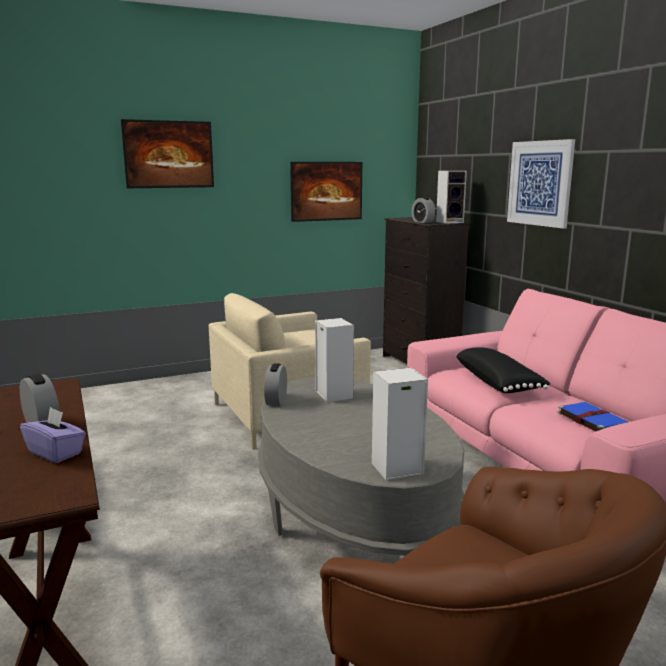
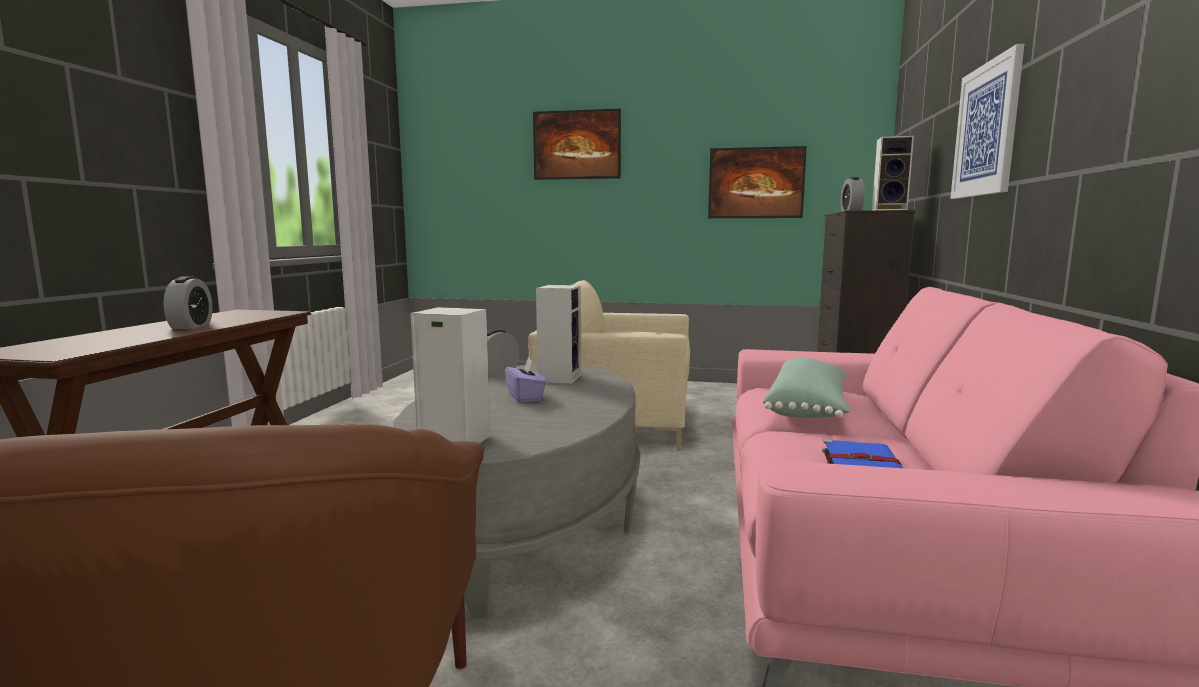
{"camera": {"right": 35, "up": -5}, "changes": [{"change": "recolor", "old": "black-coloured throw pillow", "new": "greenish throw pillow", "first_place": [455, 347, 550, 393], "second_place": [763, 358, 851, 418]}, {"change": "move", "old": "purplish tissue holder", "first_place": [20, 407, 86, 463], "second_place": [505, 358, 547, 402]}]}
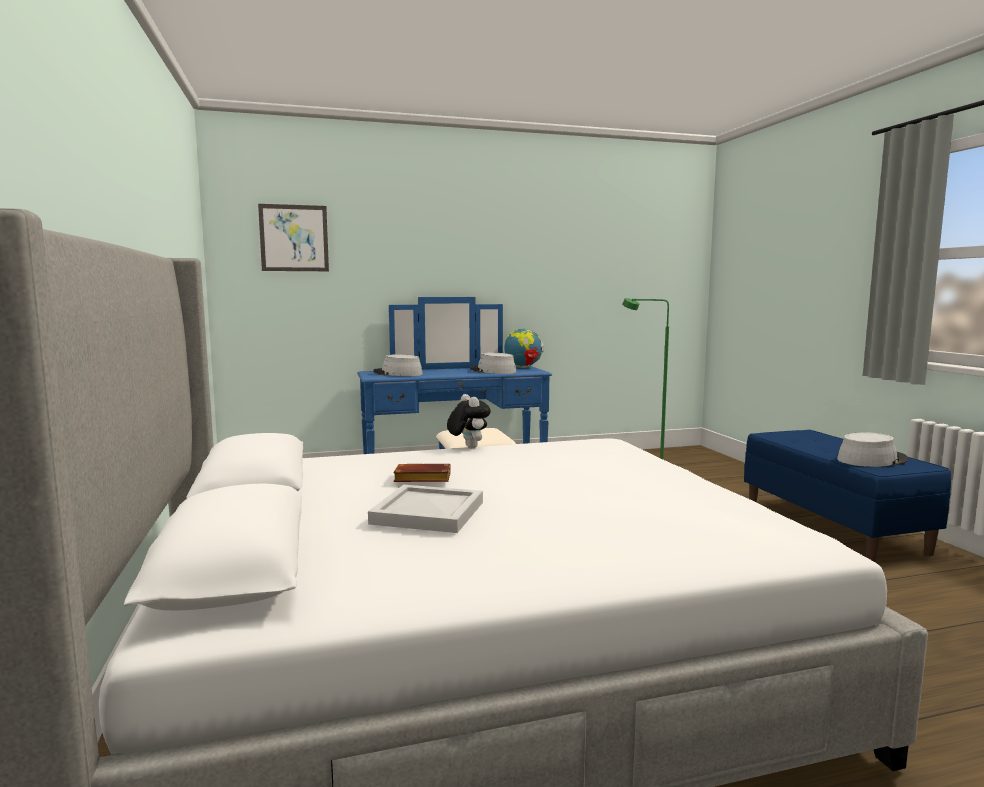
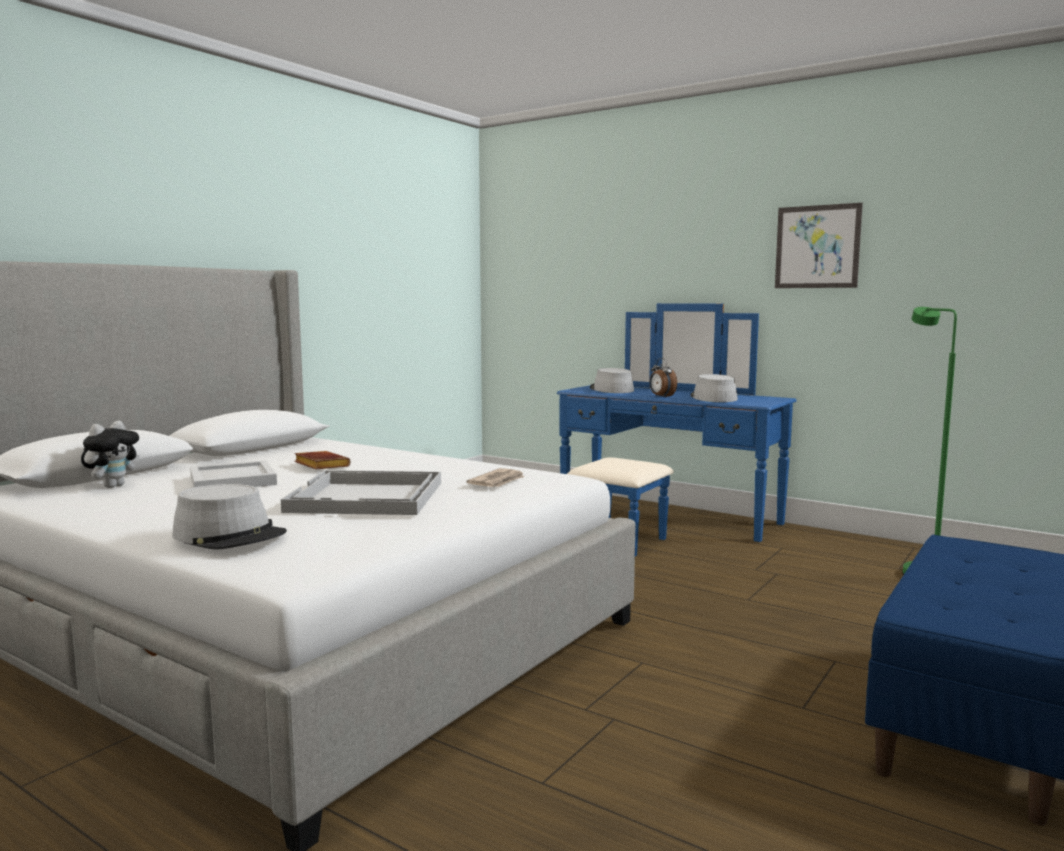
{"camera": {"right": 50, "up": 0}, "changes": [{"change": "move", "old": "picture", "first_place": [258, 204, 329, 271], "second_place": [775, 203, 863, 288]}, {"change": "delete", "old": "globe", "first_place": [504, 329, 544, 368]}, {"change": "move", "old": "cuddly toy", "first_place": [447, 394, 491, 448], "second_place": [81, 421, 140, 488]}, {"change": "move", "old": "gray hat", "first_place": [837, 432, 908, 467], "second_place": [172, 484, 287, 550]}, {"change": "insert", "new": "table clock", "second_place": [650, 358, 677, 398]}, {"change": "insert", "new": "daily paper", "second_place": [466, 468, 524, 487]}, {"change": "insert", "new": "white tray", "second_place": [281, 470, 441, 515]}]}
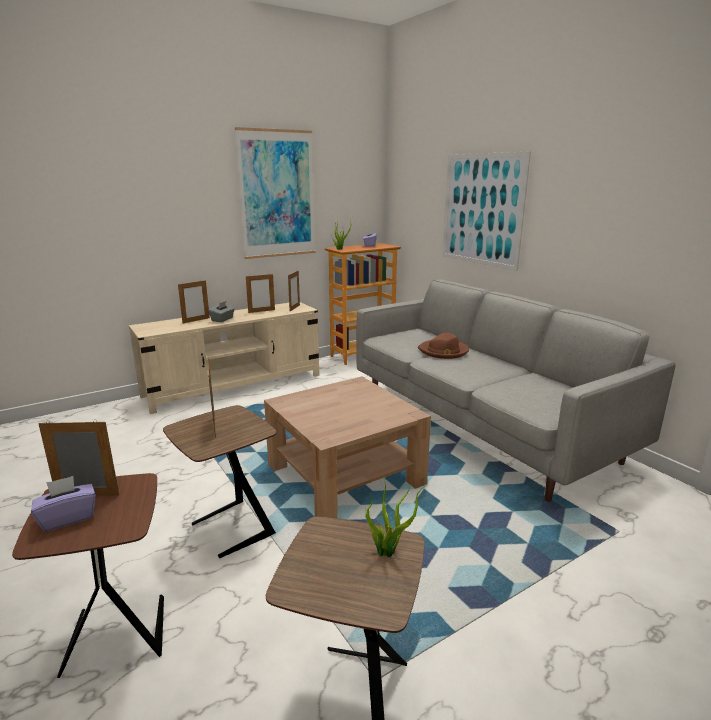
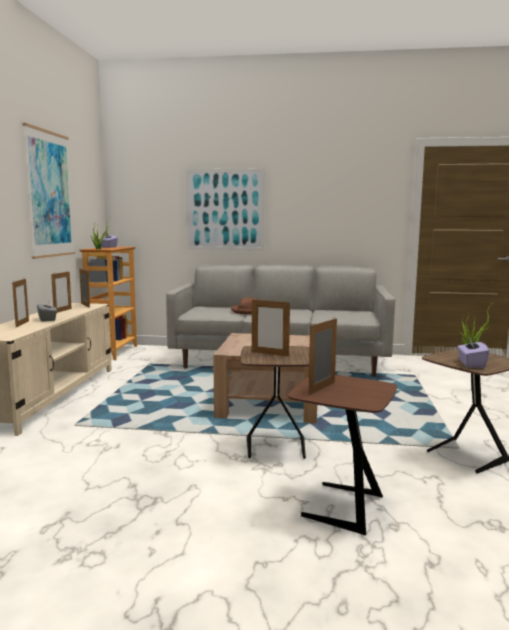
{"camera": {"right": -50, "up": -10}, "changes": [{"change": "move", "old": "purplish tissue holder", "first_place": [31, 476, 96, 532], "second_place": [457, 337, 490, 368]}]}
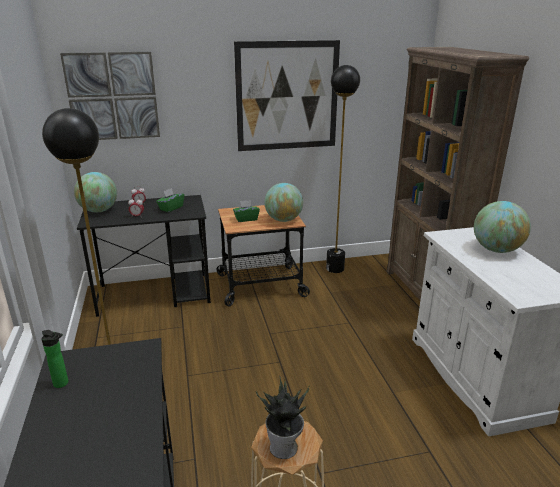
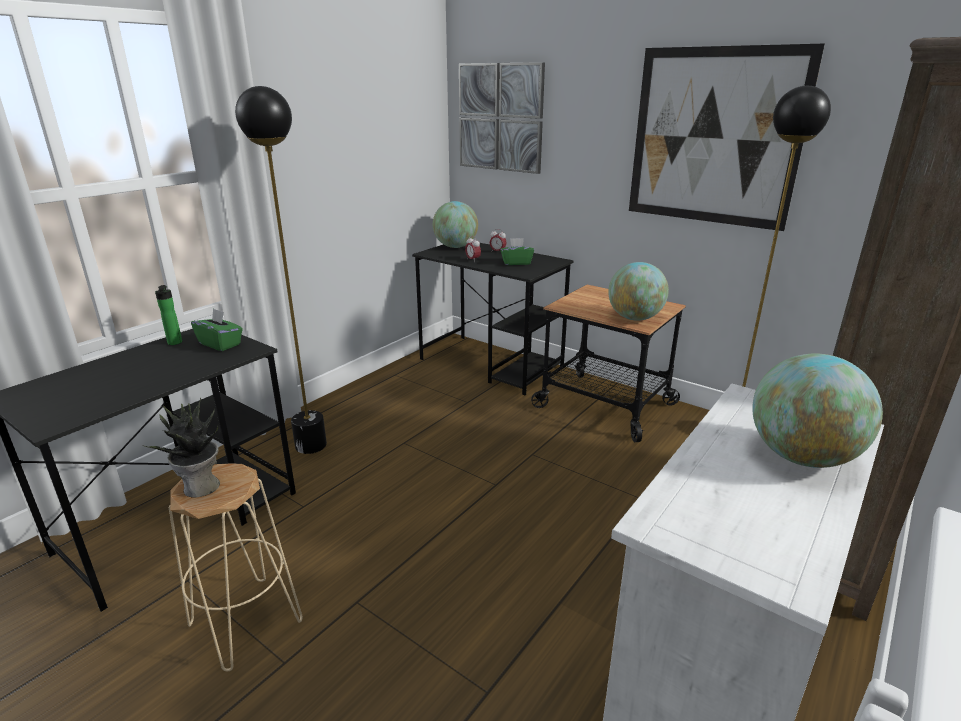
{"camera": {"right": 50, "up": 0}, "changes": [{"change": "move", "old": "greenish tissue holder", "first_place": [233, 200, 260, 222], "second_place": [191, 308, 243, 351]}]}
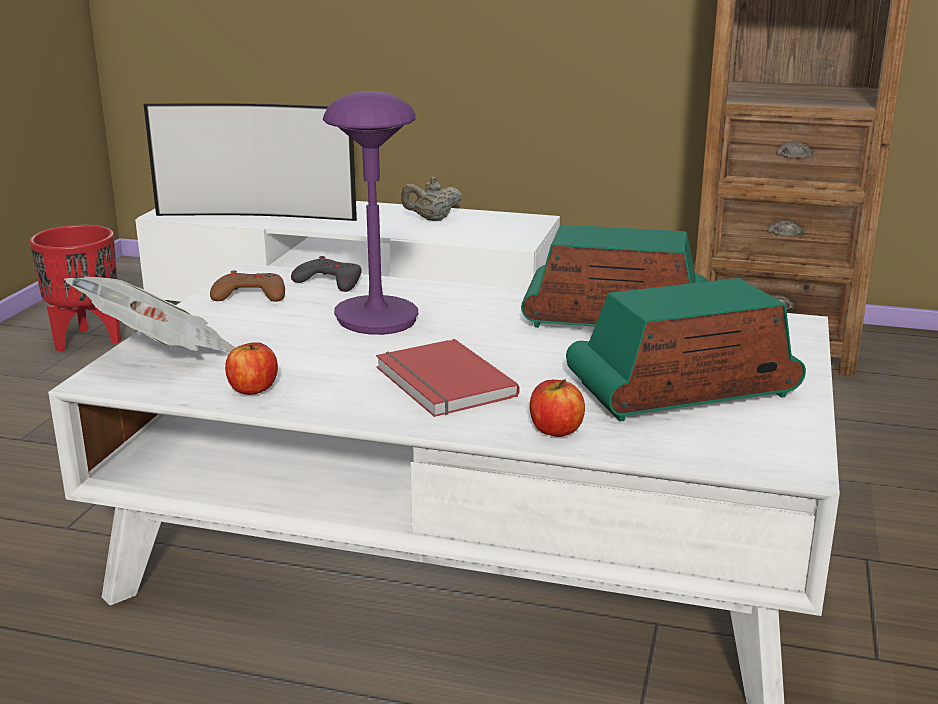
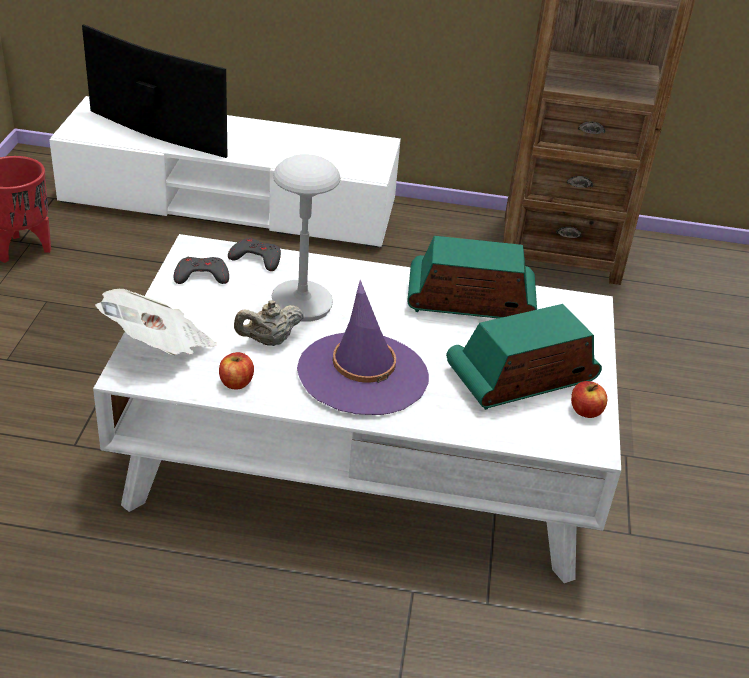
{"camera": {"right": -10, "up": 15}, "changes": [{"change": "recolor", "old": "purplish lamp for a table", "new": "gray lamp for a table", "first_place": [323, 91, 418, 335], "second_place": [272, 154, 341, 321]}, {"change": "rotate", "old": "TV", "first_place": [144, 103, 357, 221], "second_place": [82, 24, 227, 158], "degrees": -150}, {"change": "move", "old": "beige teapot", "first_place": [401, 177, 462, 221], "second_place": [234, 300, 304, 346]}, {"change": "recolor", "old": "brown joypad", "new": "gray joypad", "first_place": [210, 271, 285, 302], "second_place": [174, 257, 229, 284]}, {"change": "replace", "old": "red bound book", "new": "purplish hat", "first_place": [376, 339, 520, 417], "second_place": [297, 280, 429, 415]}, {"change": "move", "old": "whole apple", "first_place": [530, 379, 585, 437], "second_place": [571, 381, 607, 418]}]}
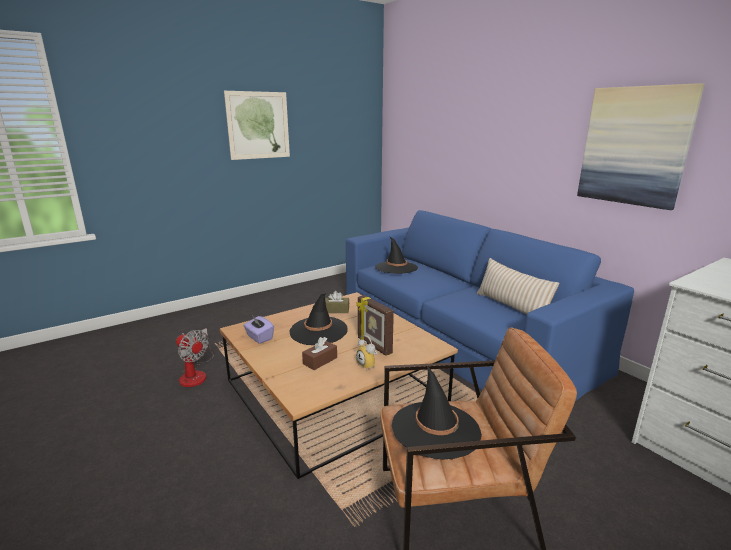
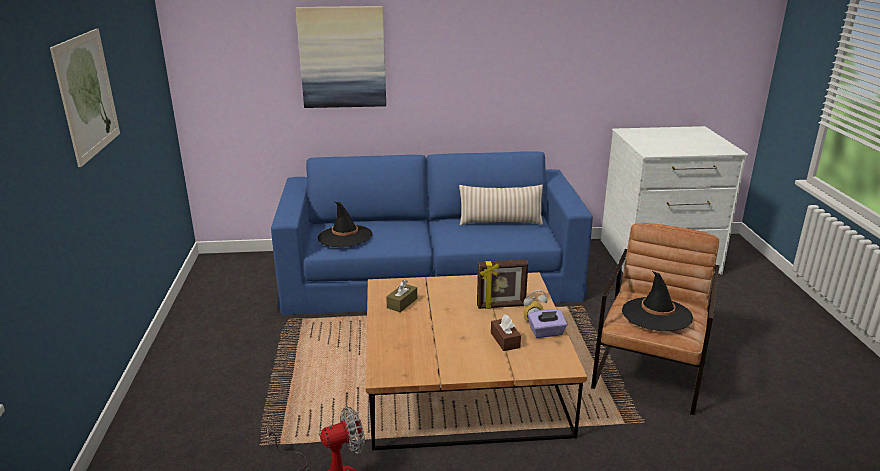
{"camera": {"right": -60, "up": 5}, "changes": [{"change": "move", "old": "picture", "first_place": [577, 83, 704, 210], "second_place": [296, 6, 386, 108]}, {"change": "delete", "old": "black-coloured hat", "first_place": [289, 293, 347, 345]}, {"change": "move", "old": "purplish tissue holder", "first_place": [243, 316, 274, 344], "second_place": [528, 309, 567, 338]}]}
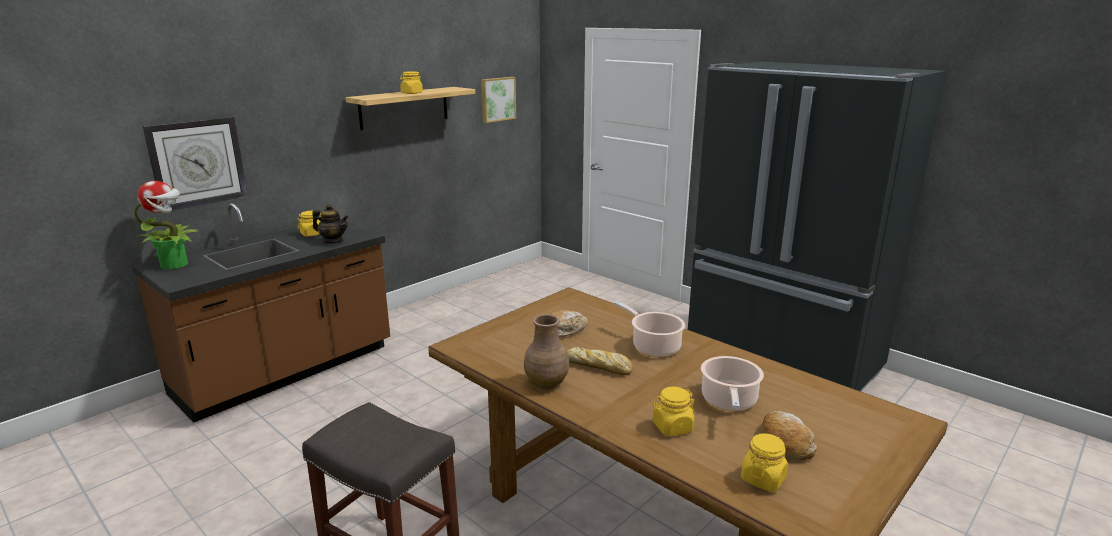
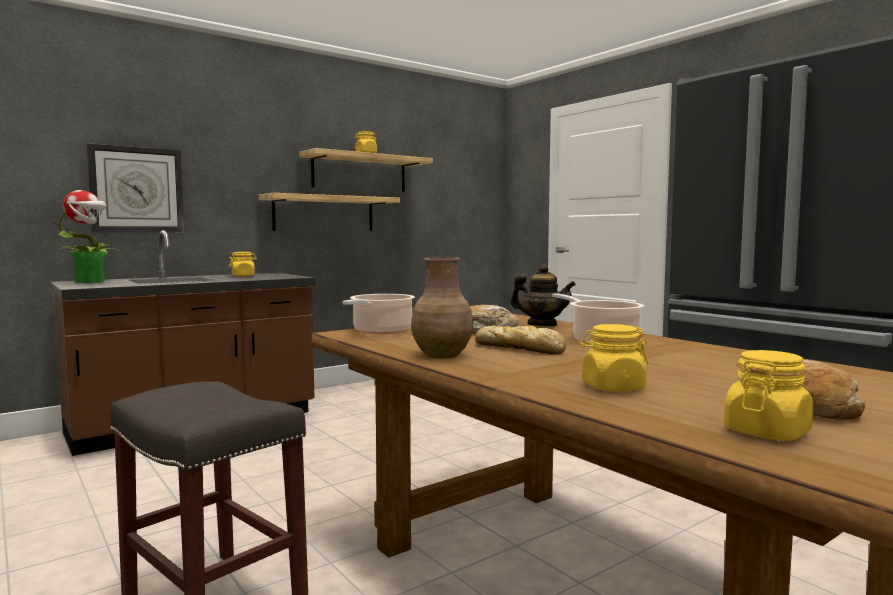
{"camera": {"right": 10, "up": -15}, "changes": [{"change": "delete", "old": "picture", "first_place": [481, 77, 516, 123]}, {"change": "move", "old": "teapot", "first_place": [312, 204, 349, 244], "second_place": [511, 264, 576, 326]}, {"change": "move", "old": "stockpot", "first_place": [701, 356, 764, 411], "second_place": [343, 294, 415, 334]}, {"change": "insert", "new": "bracket shelf", "second_place": [259, 193, 400, 231]}]}
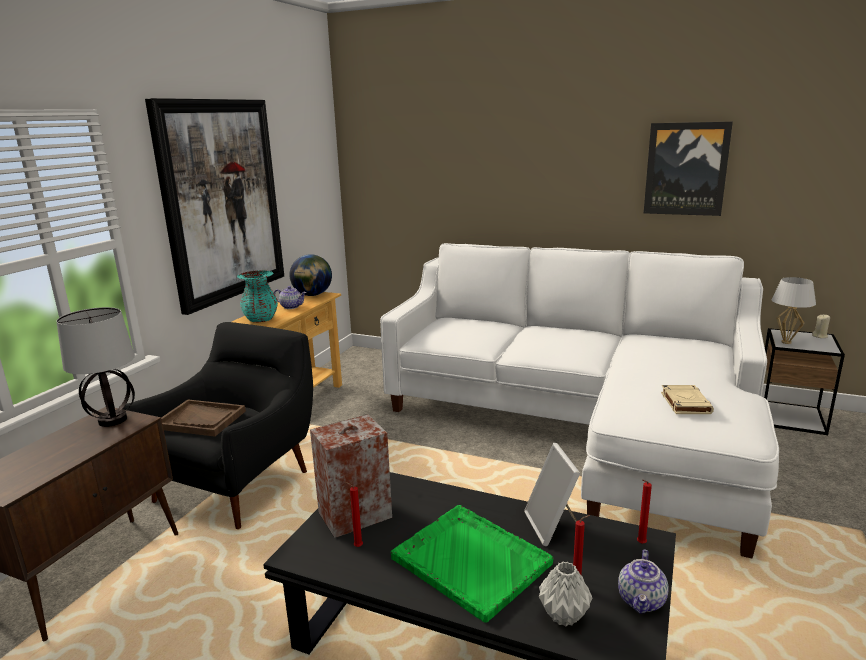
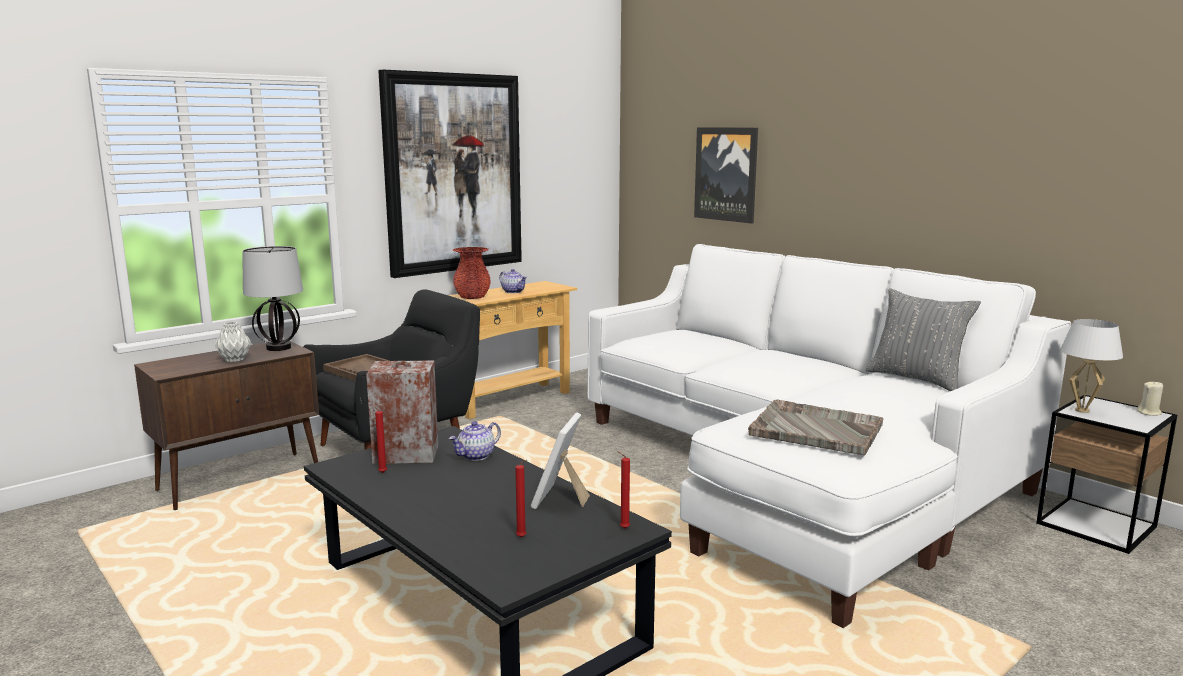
{"camera": {"right": 25, "up": -5}, "changes": [{"change": "move", "old": "picture", "first_place": [644, 122, 733, 216], "second_place": [694, 127, 758, 223]}, {"change": "delete", "old": "globe", "first_place": [290, 254, 332, 296]}, {"change": "recolor", "old": "turquoise vase", "new": "red vase", "first_place": [237, 270, 278, 322], "second_place": [453, 247, 491, 299]}, {"change": "replace", "old": "beige bound book", "new": "gray tray", "first_place": [661, 385, 714, 414], "second_place": [748, 399, 883, 455]}, {"change": "delete", "old": "greenish tray", "first_place": [391, 505, 554, 623]}, {"change": "move", "old": "teapot", "first_place": [618, 549, 668, 614], "second_place": [449, 421, 501, 461]}, {"change": "move", "old": "gray vase", "first_place": [539, 562, 592, 626], "second_place": [215, 322, 251, 362]}, {"change": "insert", "new": "gray throw pillow", "second_place": [866, 288, 981, 391]}]}
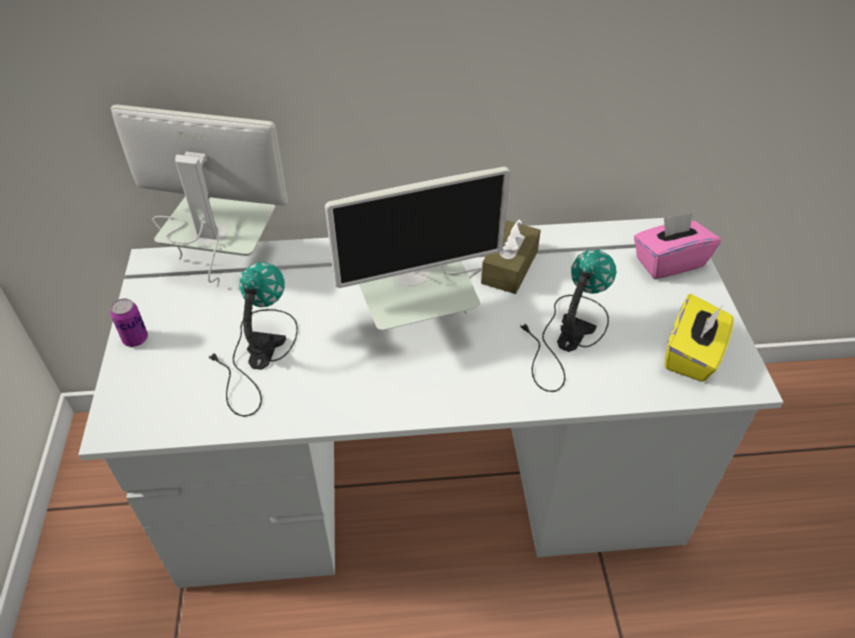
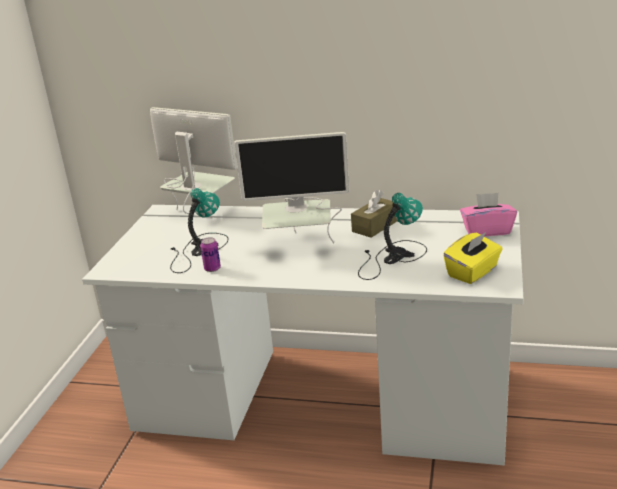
{"camera": {"right": 20, "up": -20}, "changes": [{"change": "move", "old": "can", "first_place": [110, 298, 148, 347], "second_place": [200, 237, 221, 272]}]}
